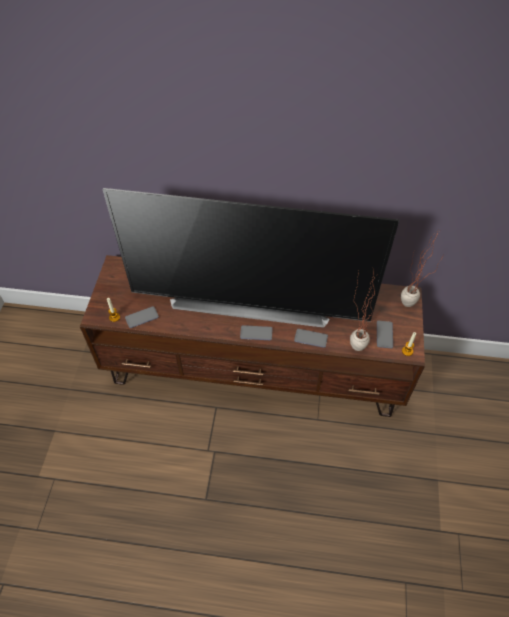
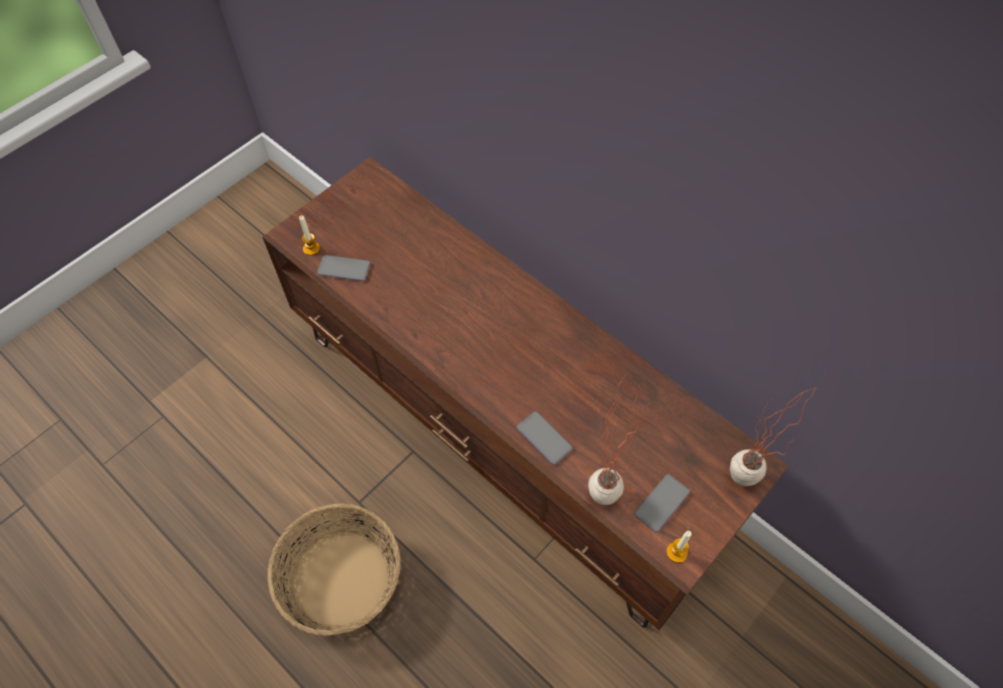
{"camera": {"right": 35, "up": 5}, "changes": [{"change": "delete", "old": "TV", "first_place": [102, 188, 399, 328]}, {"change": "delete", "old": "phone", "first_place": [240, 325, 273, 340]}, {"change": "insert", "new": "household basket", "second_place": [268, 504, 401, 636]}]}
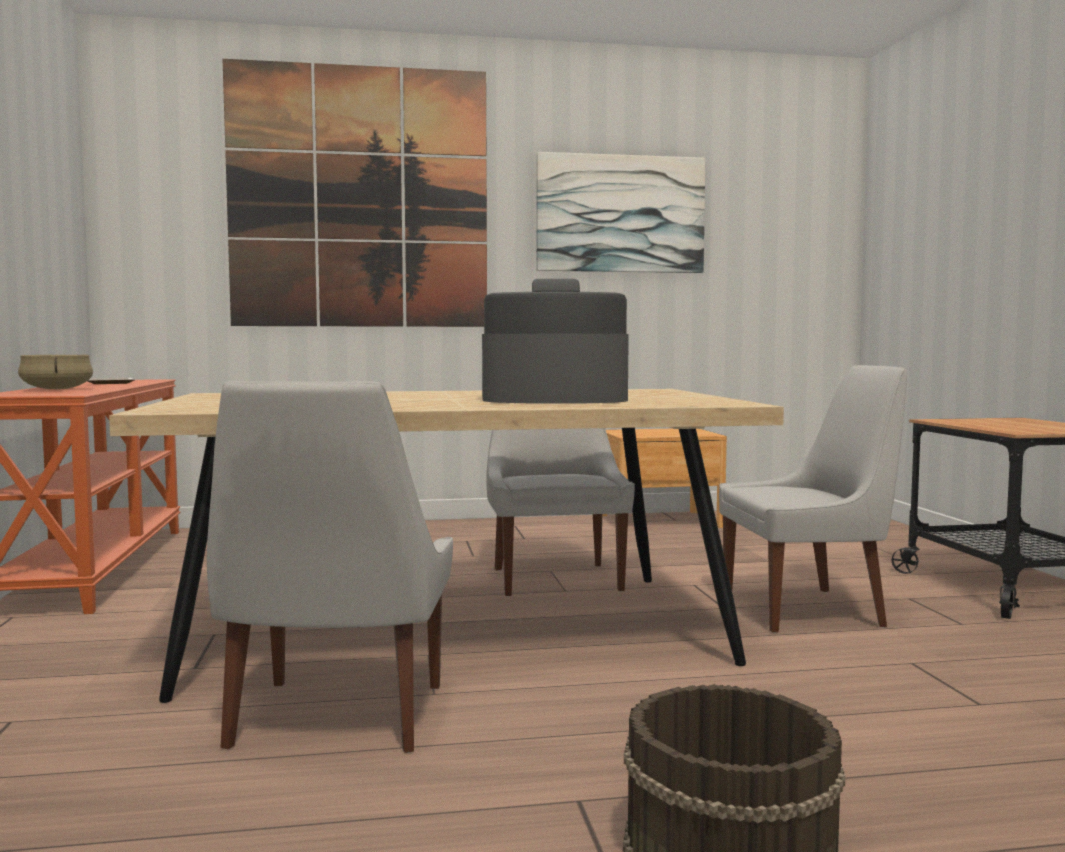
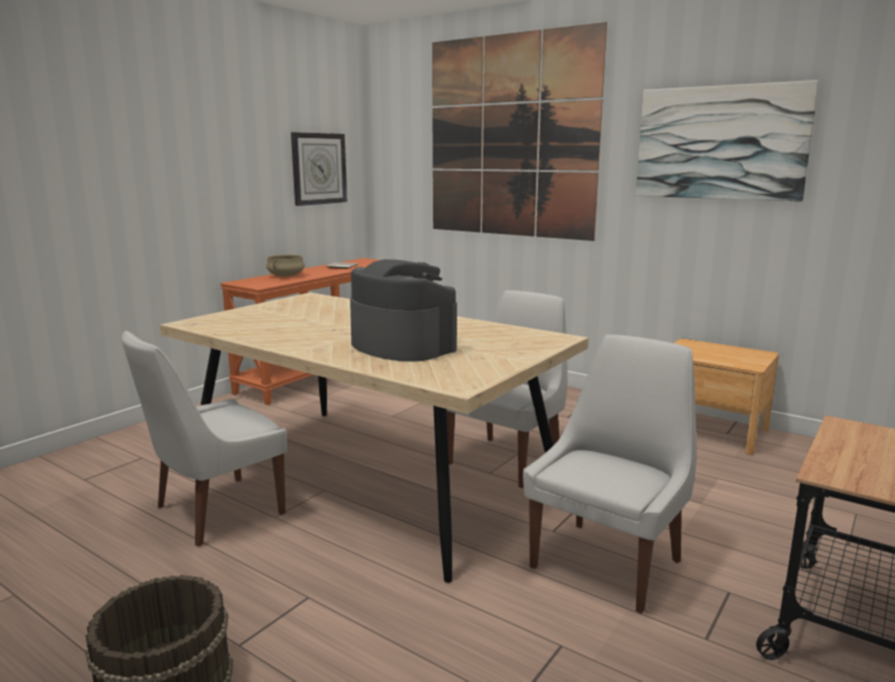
{"camera": {"right": 45, "up": 10}, "changes": [{"change": "rotate", "old": "white chair", "first_place": [719, 365, 907, 633], "second_place": [523, 334, 697, 613], "degrees": -90}, {"change": "insert", "new": "clock on the wall", "second_place": [291, 132, 347, 206]}]}
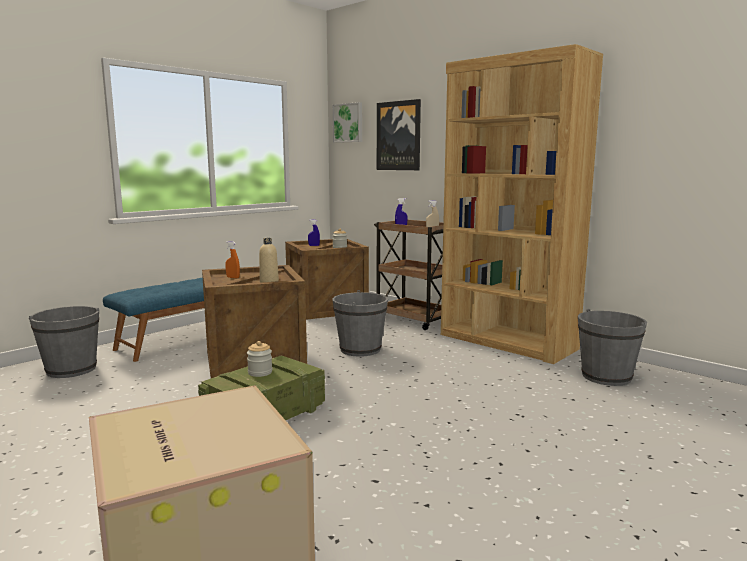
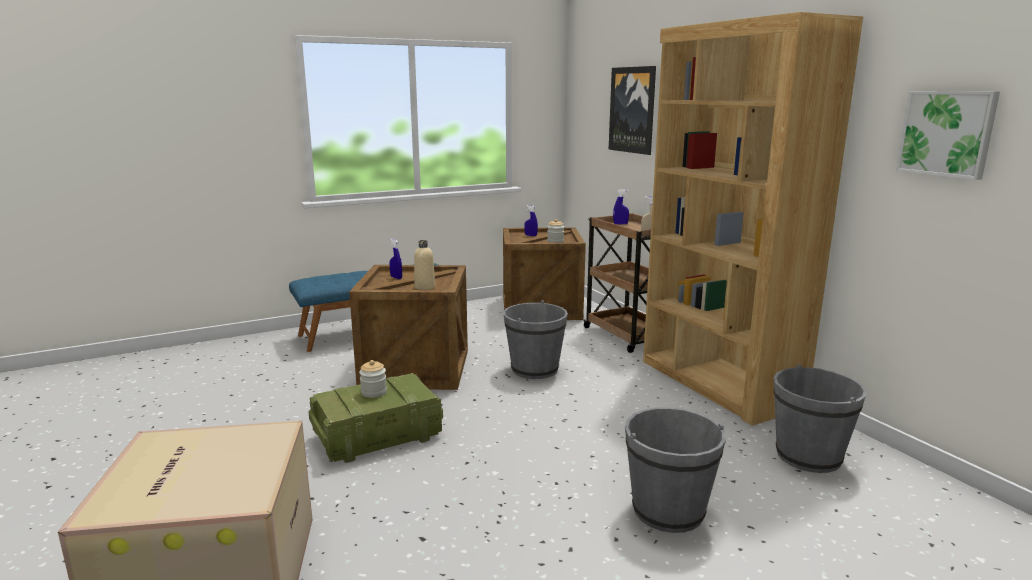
{"camera": {"right": 20, "up": 5}, "changes": [{"change": "move", "old": "picture", "first_place": [333, 102, 362, 143], "second_place": [896, 91, 1000, 180]}, {"change": "recolor", "old": "orangey spray bottle", "new": "blue-coloured spray bottle", "first_place": [226, 241, 240, 278], "second_place": [389, 239, 402, 279]}, {"change": "move", "old": "gray water bucket", "first_place": [29, 306, 99, 378], "second_place": [625, 407, 726, 533]}]}
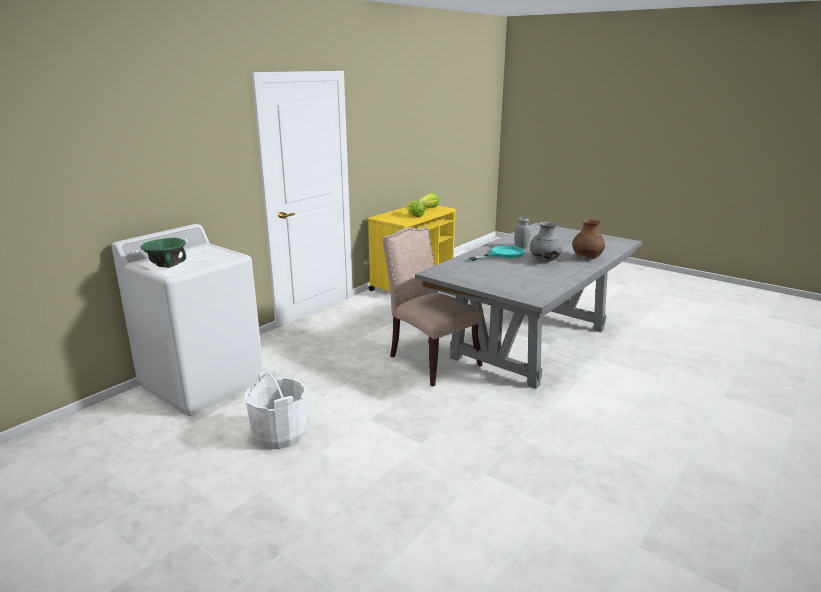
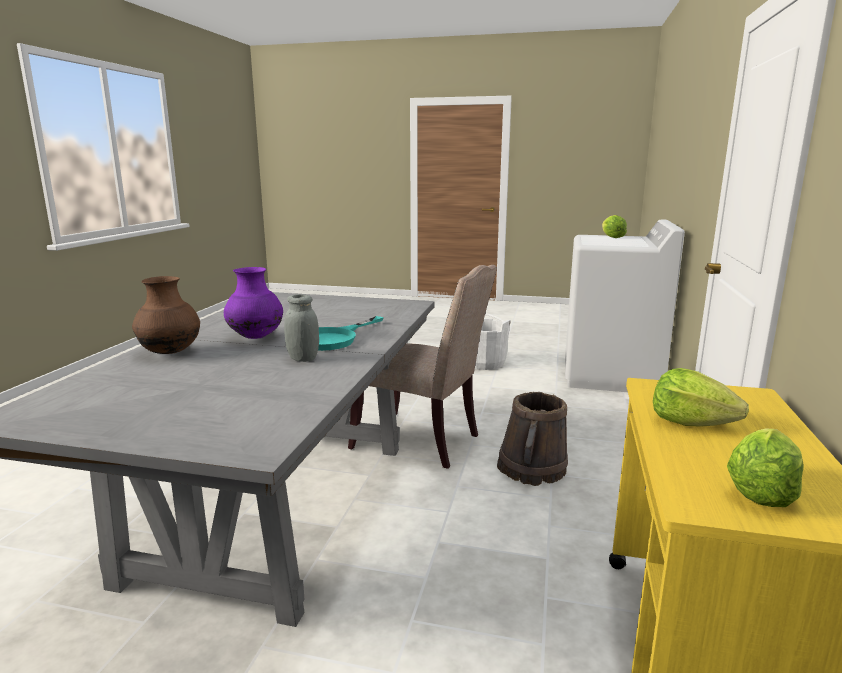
{"camera": {"right": 155, "up": -5}, "changes": [{"change": "recolor", "old": "gray vase", "new": "purplish vase", "first_place": [530, 221, 562, 262], "second_place": [224, 267, 283, 339]}, {"change": "replace", "old": "greenish bowl", "new": "lettuce", "first_place": [140, 238, 186, 268], "second_place": [602, 215, 627, 238]}, {"change": "insert", "new": "brown water bucket", "second_place": [497, 392, 568, 486]}]}
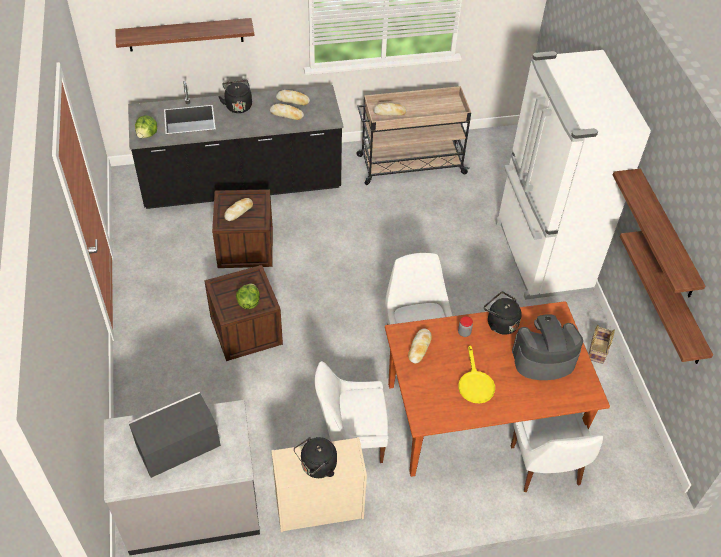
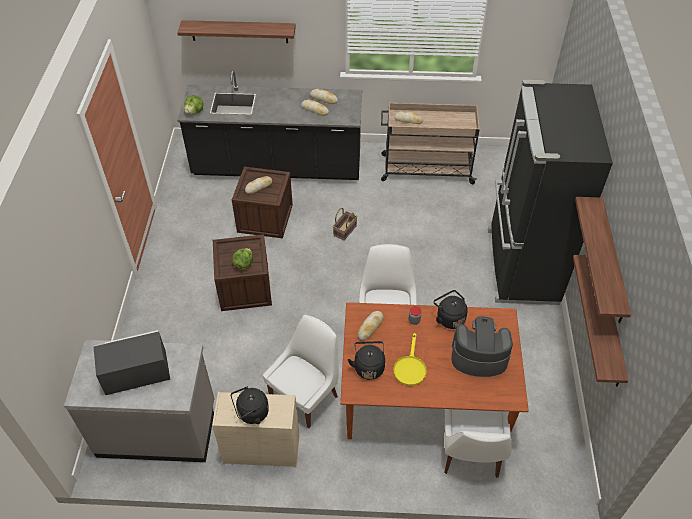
{"camera": {"right": 15, "up": 0}, "changes": [{"change": "recolor", "old": "white fridge", "new": "black-coloured fridge", "first_place": [495, 50, 651, 300], "second_place": [488, 80, 613, 305]}, {"change": "move", "old": "black-coloured water kettle", "first_place": [219, 79, 252, 113], "second_place": [348, 341, 385, 380]}, {"change": "move", "old": "household basket", "first_place": [588, 325, 615, 364], "second_place": [333, 208, 357, 241]}, {"change": "rotate", "old": "white chair", "first_place": [315, 361, 389, 463], "second_place": [263, 315, 339, 428], "degrees": 120}]}
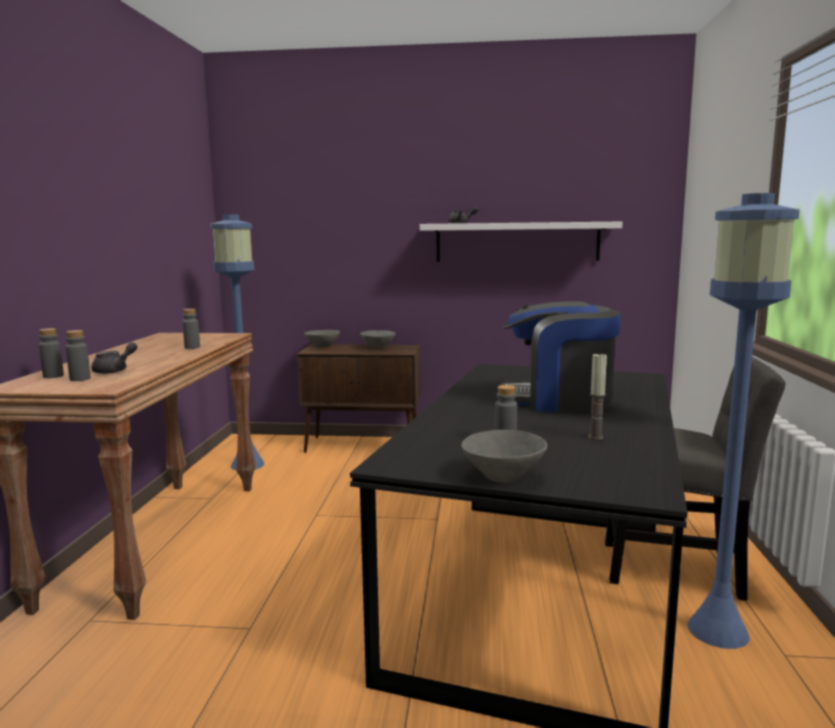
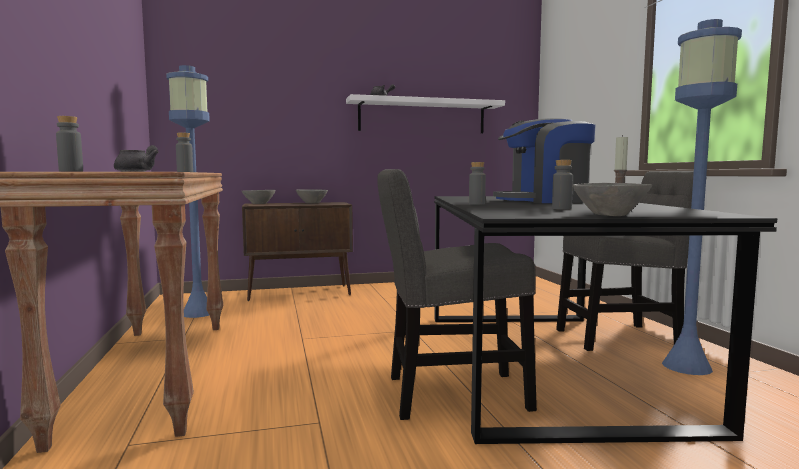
{"camera": {"right": -20, "up": -5}, "changes": [{"change": "move", "old": "gray beverage bottle", "first_place": [66, 330, 91, 381], "second_place": [469, 162, 486, 205]}, {"change": "insert", "new": "gray chair", "second_place": [378, 169, 537, 420]}]}
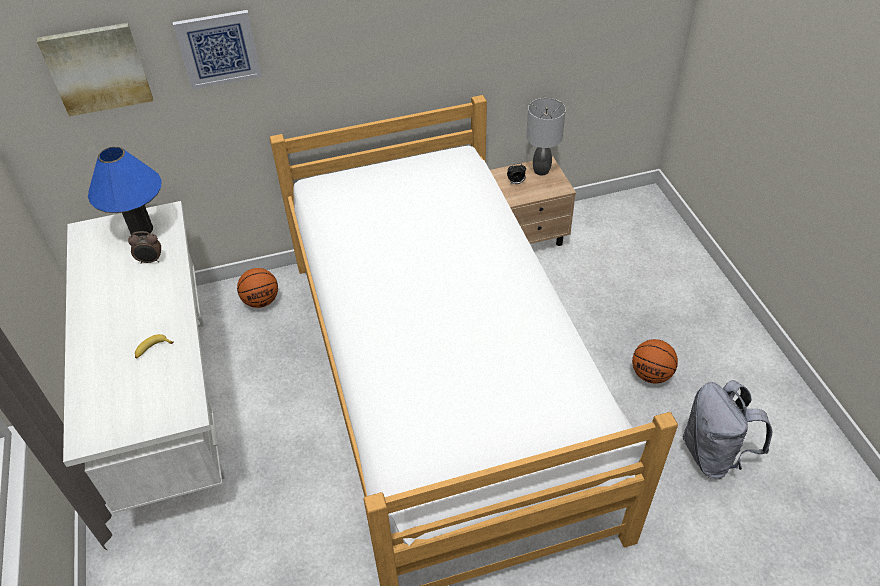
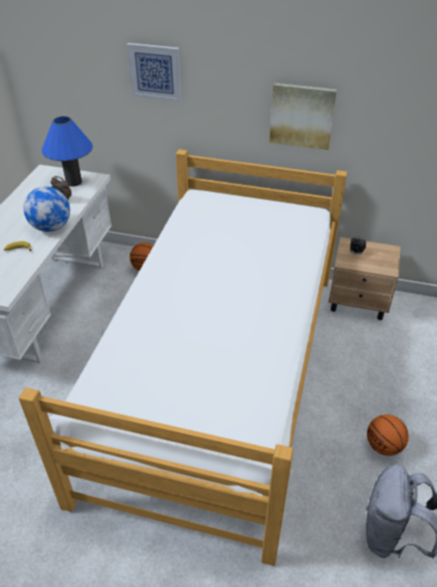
{"camera": {"right": 30, "up": -5}, "changes": [{"change": "move", "old": "picture", "first_place": [37, 23, 153, 116], "second_place": [269, 83, 337, 150]}, {"change": "delete", "old": "gray lamp for a table", "first_place": [526, 98, 566, 175]}, {"change": "insert", "new": "globe", "second_place": [24, 186, 70, 232]}]}
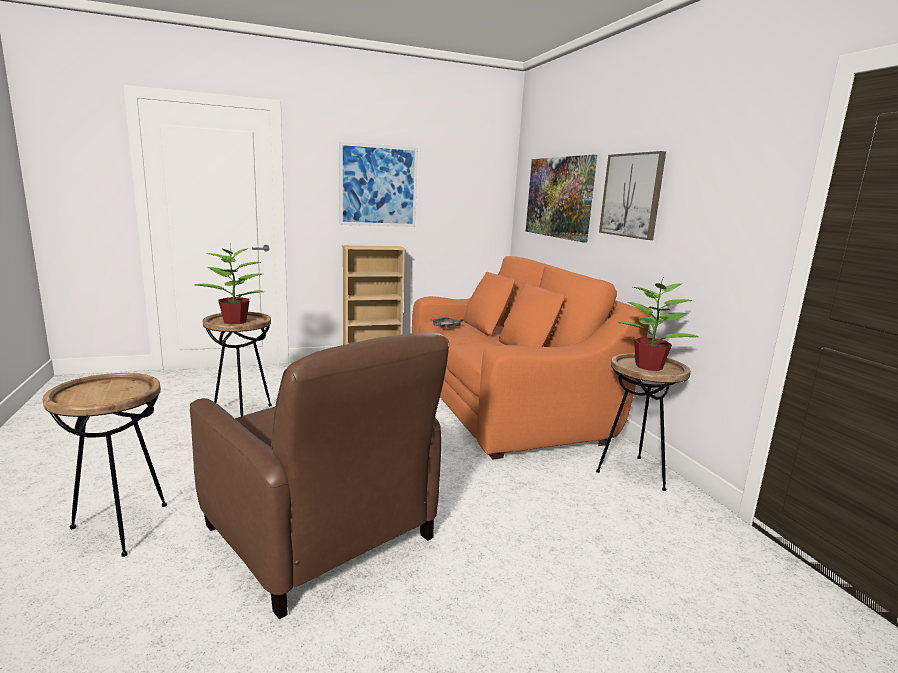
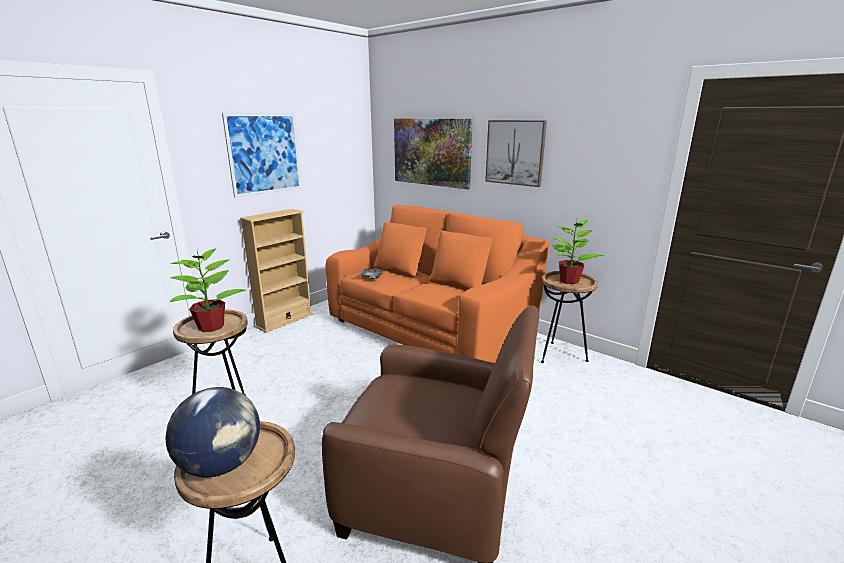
{"camera": {"right": -30, "up": 5}, "changes": [{"change": "insert", "new": "globe", "second_place": [165, 387, 260, 478]}]}
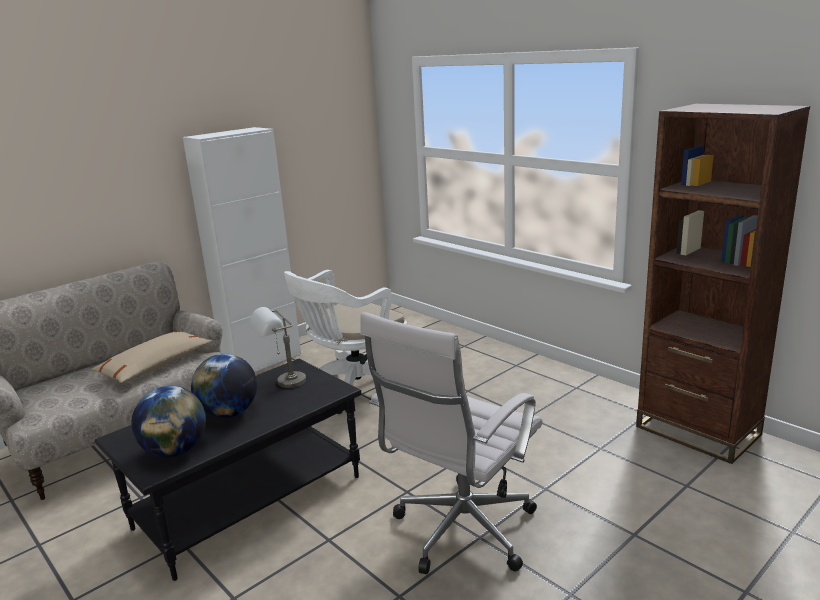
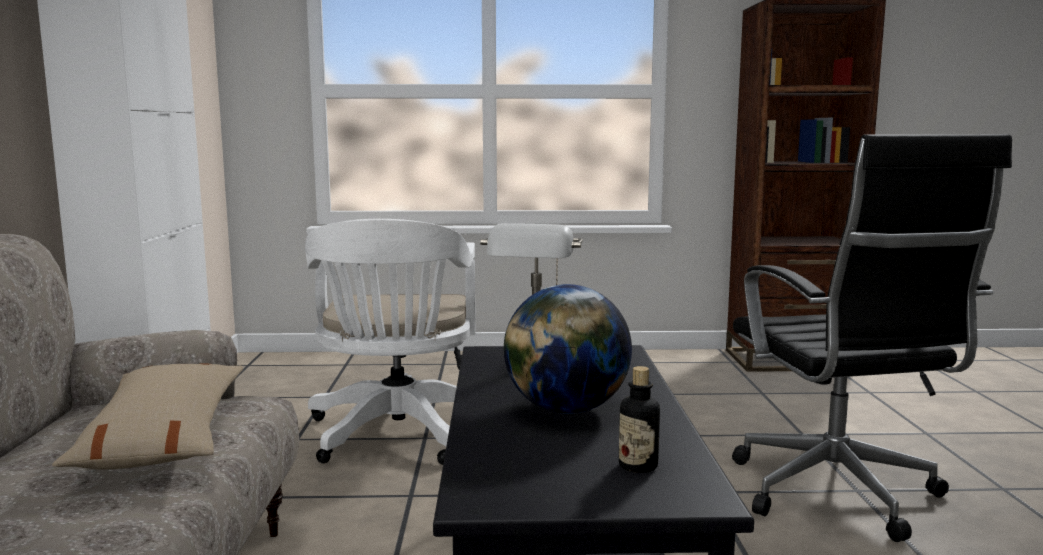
{"camera": {"right": -50, "up": -10}, "changes": [{"change": "recolor", "old": "white desk chair", "new": "black-coloured desk chair", "first_place": [360, 312, 543, 574], "second_place": [732, 134, 1012, 542]}, {"change": "replace", "old": "globe", "new": "beverage bottle", "first_place": [131, 386, 206, 457], "second_place": [619, 366, 660, 473]}]}
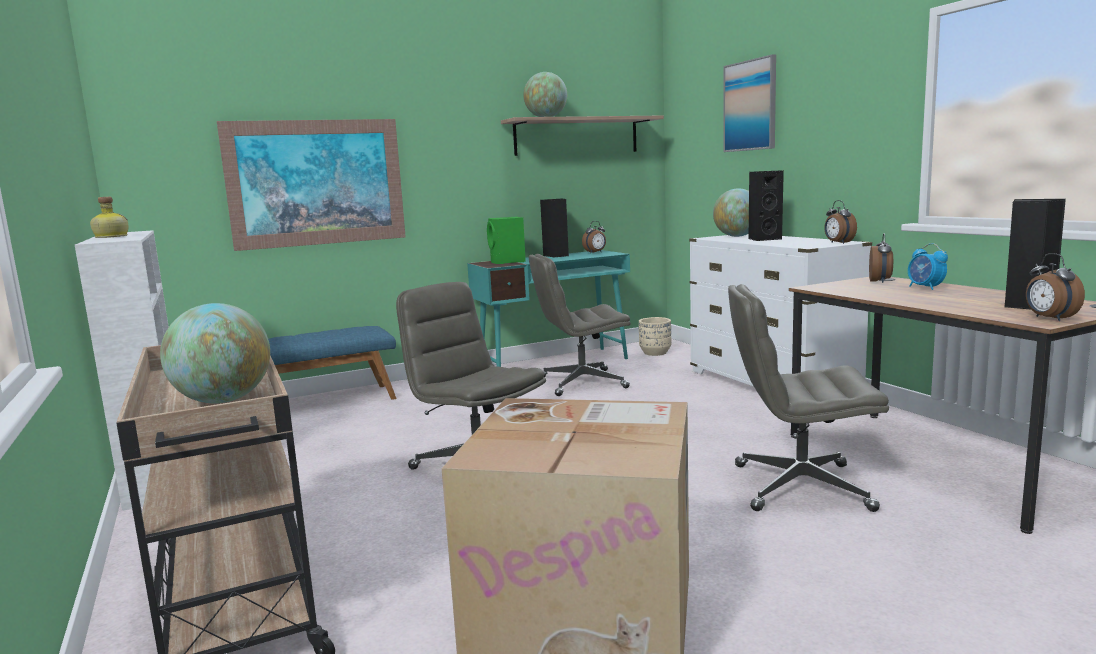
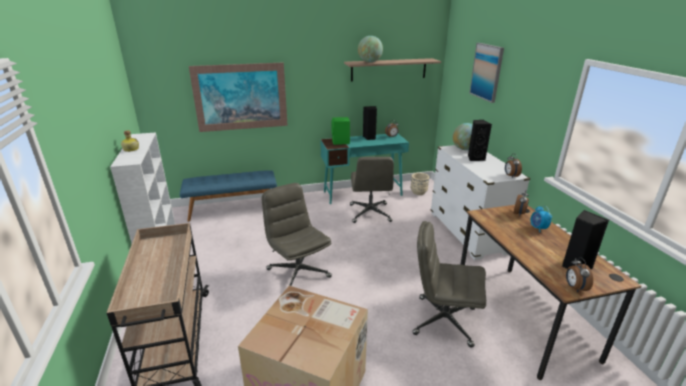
{"camera": {"right": 10, "up": 15}, "changes": [{"change": "rotate", "old": "gray desk chair", "first_place": [529, 254, 631, 396], "second_place": [350, 157, 394, 223], "degrees": -90}, {"change": "delete", "old": "globe", "first_place": [160, 303, 270, 403]}]}
